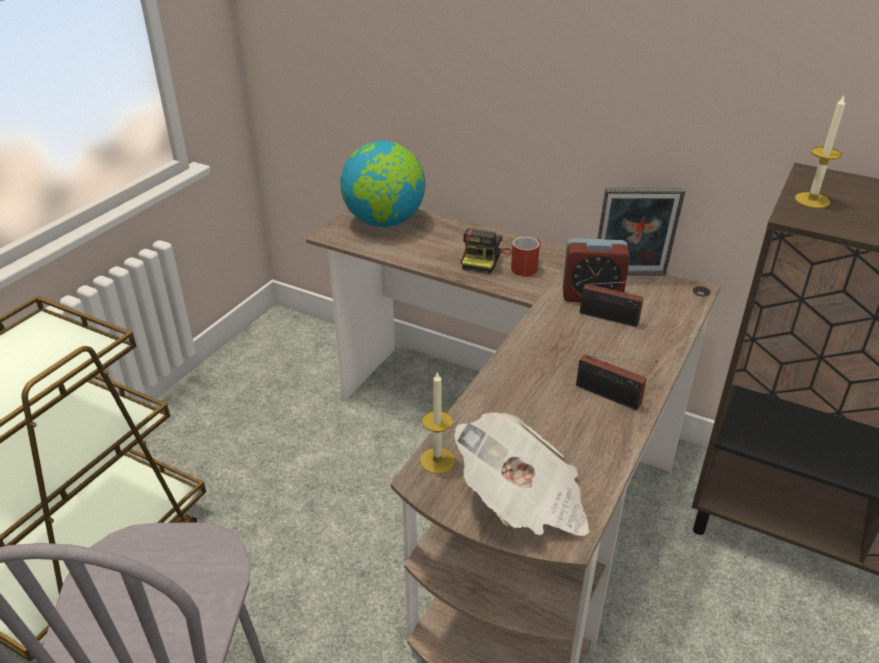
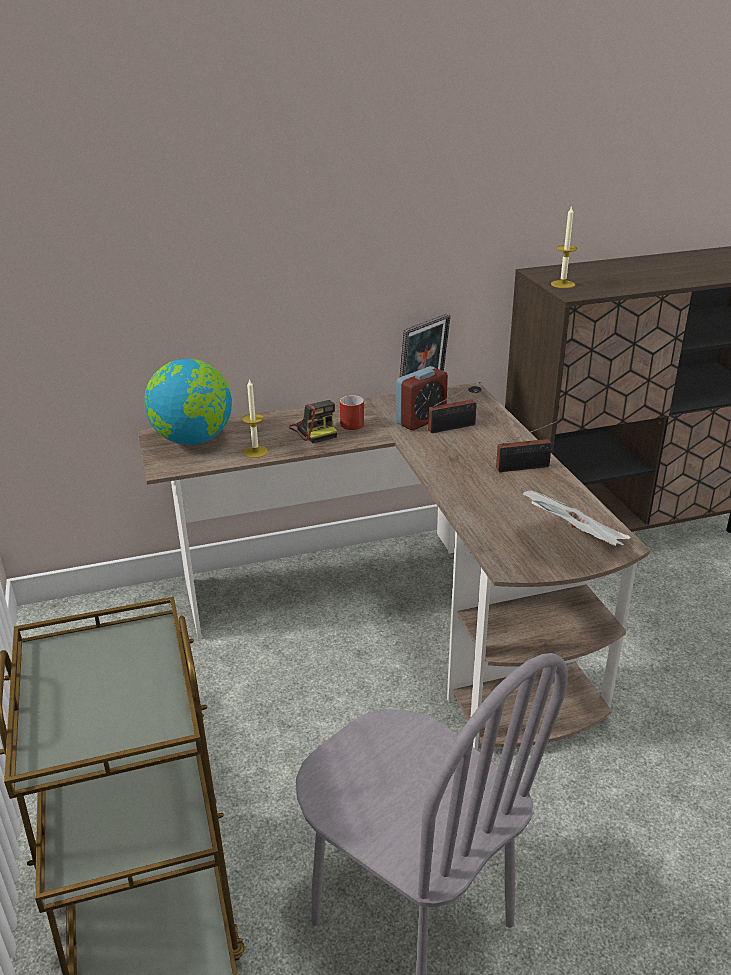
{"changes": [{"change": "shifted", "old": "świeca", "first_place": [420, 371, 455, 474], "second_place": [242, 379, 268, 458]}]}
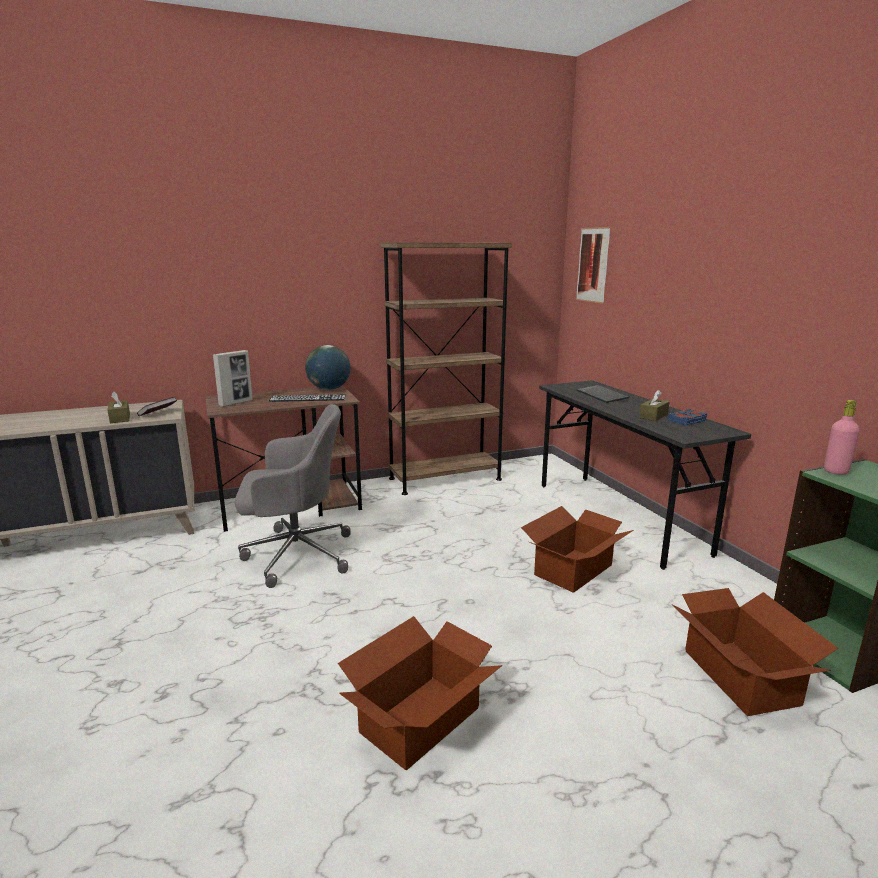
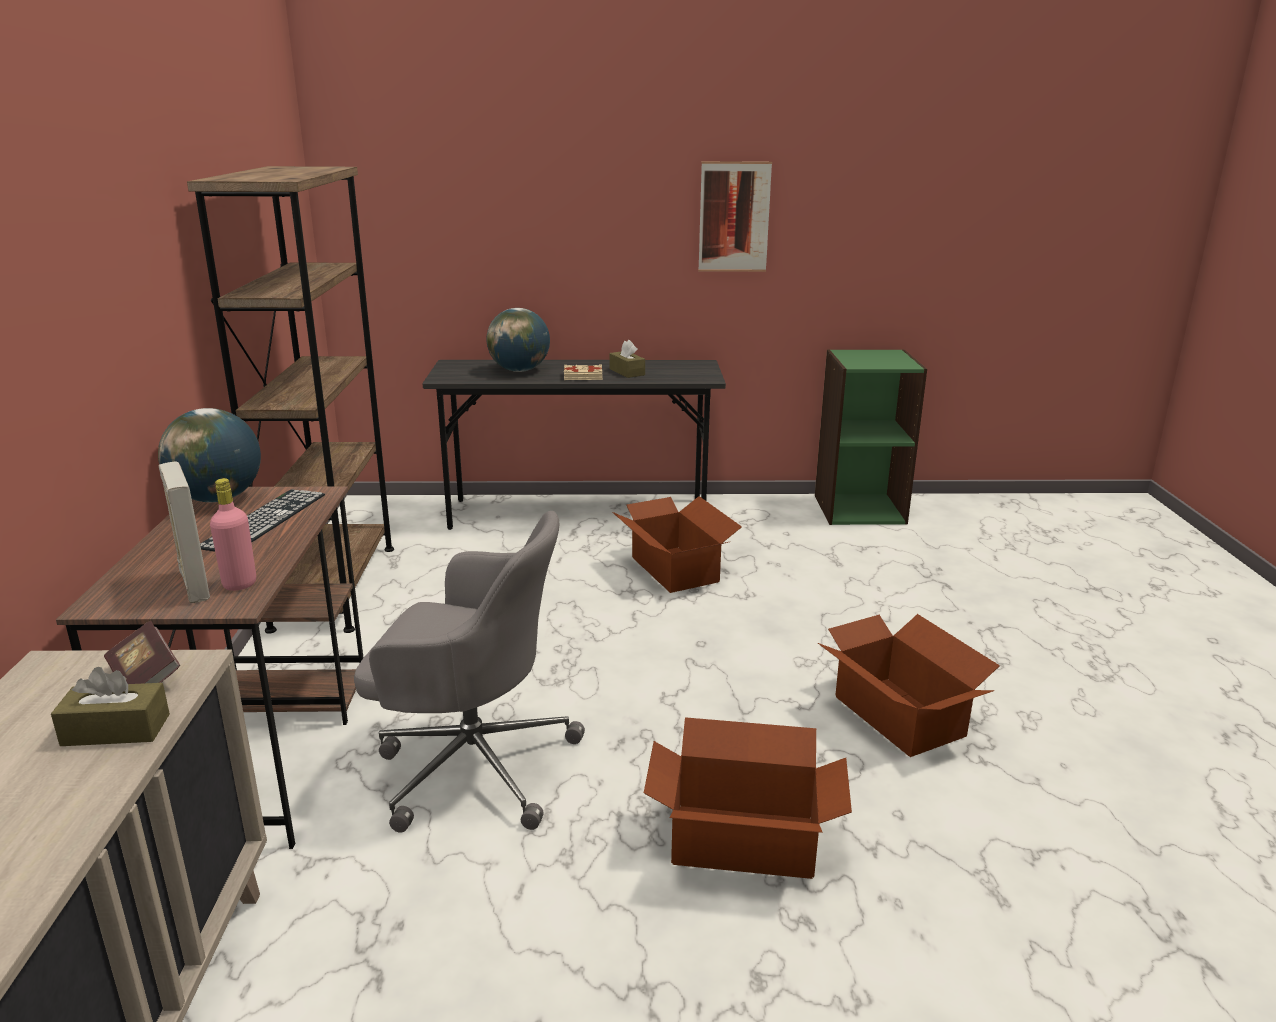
{"changes": [{"change": "rotated", "old": "krzesło biurowe [szary]", "first_place": [235, 404, 351, 588], "second_place": [354, 511, 585, 833], "degrees": 90}, {"change": "shifted", "old": "obraz", "first_place": [576, 227, 611, 304], "second_place": [698, 161, 772, 272]}, {"change": "swapped", "old": "klawiatura", "new": "globus", "first_place": [577, 385, 629, 403], "second_place": [486, 308, 550, 372]}, {"change": "gone", "old": "książka [niebieski]", "first_place": [668, 409, 707, 426]}, {"change": "shifted", "old": "karton", "first_place": [671, 588, 839, 716], "second_place": [644, 717, 852, 879]}, {"change": "shifted", "old": "butelka [różowy]", "first_place": [824, 400, 860, 475], "second_place": [210, 478, 256, 591]}, {"change": "new", "new": "książka [beżowy]", "second_place": [564, 365, 602, 380]}]}
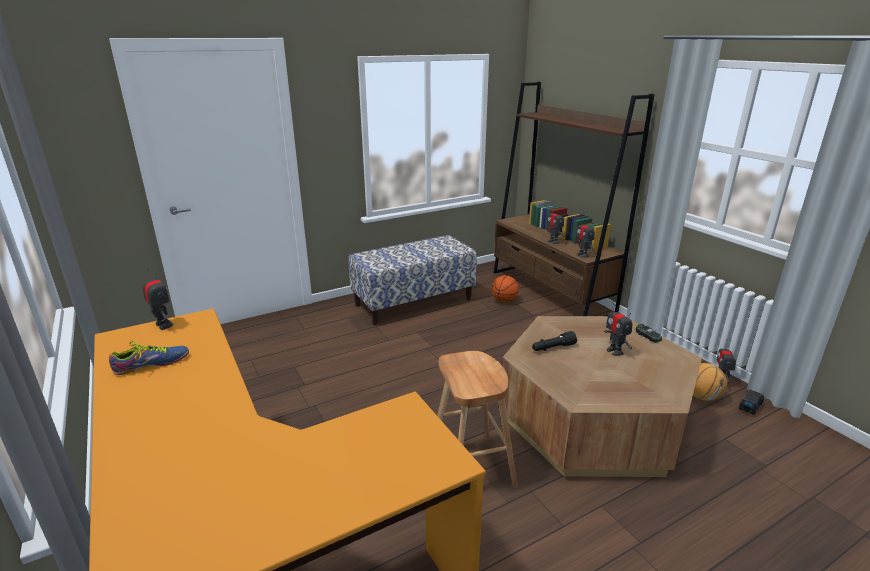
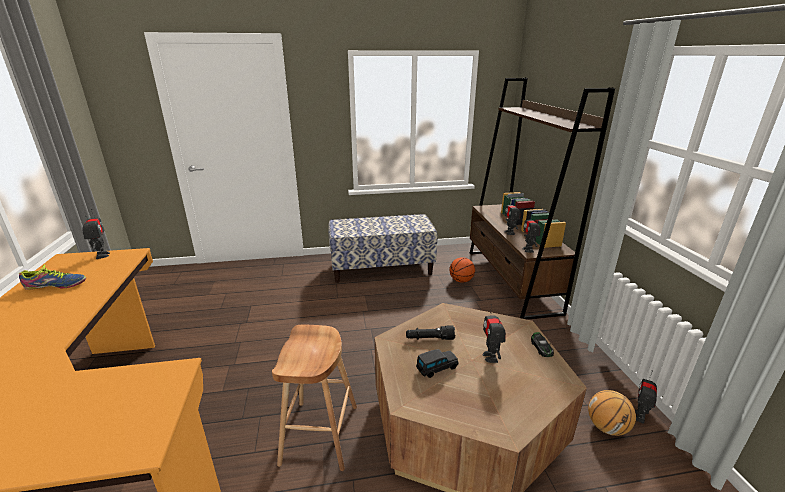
{"changes": [{"change": "shifted", "old": "samochodzik [czarny]", "first_place": [739, 390, 764, 415], "second_place": [416, 349, 458, 378]}]}
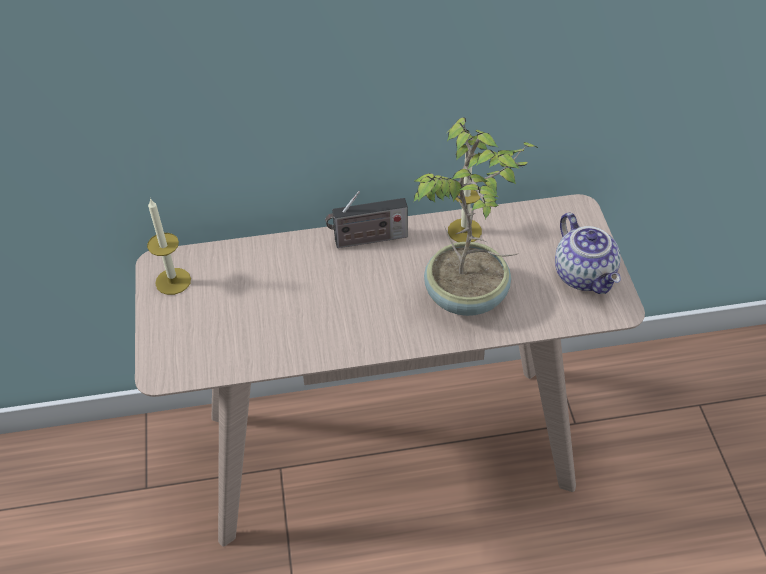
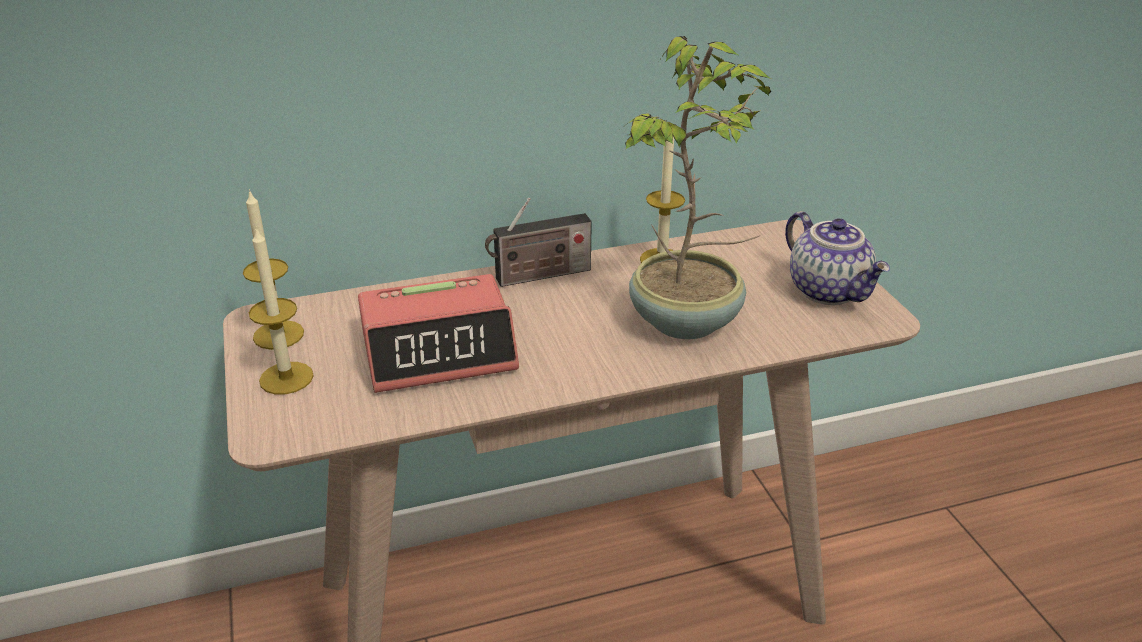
{"changes": [{"change": "new", "new": "świeca", "second_place": [249, 227, 314, 394]}, {"change": "new", "new": "budzik", "second_place": [358, 274, 519, 393]}]}
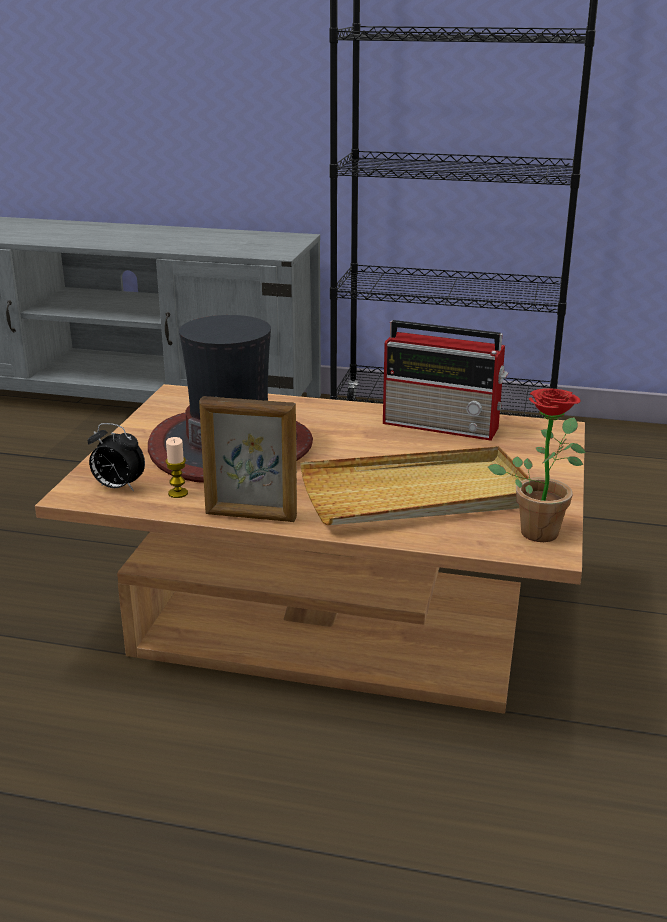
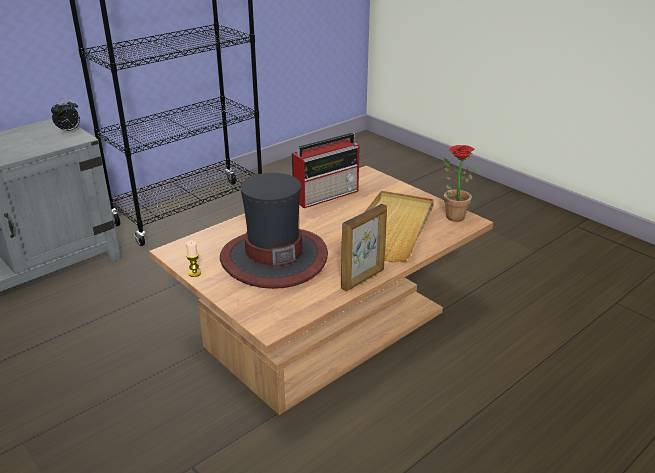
{"changes": [{"change": "shifted", "old": "budzik", "first_place": [88, 423, 145, 491], "second_place": [51, 98, 80, 133]}, {"change": "shifted", "old": "świeca", "first_place": [165, 437, 188, 498], "second_place": [186, 241, 201, 277]}]}
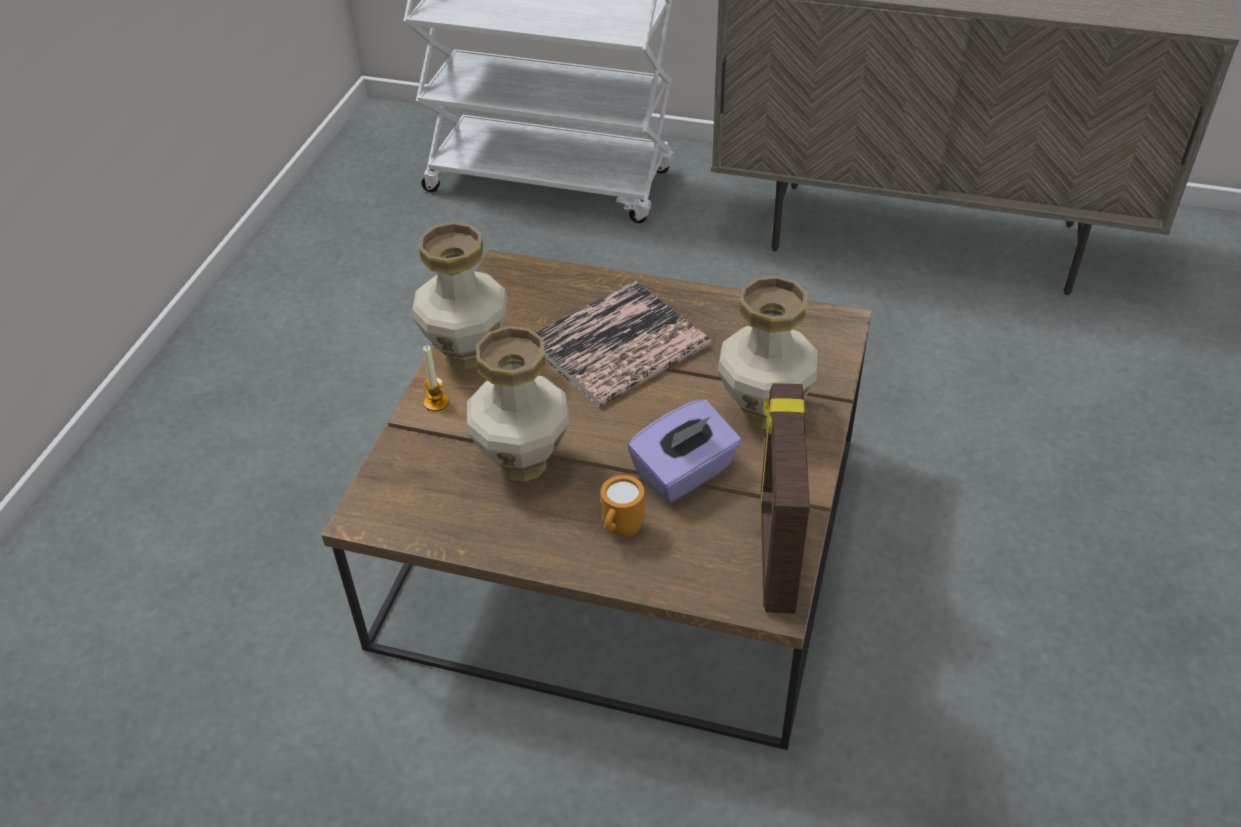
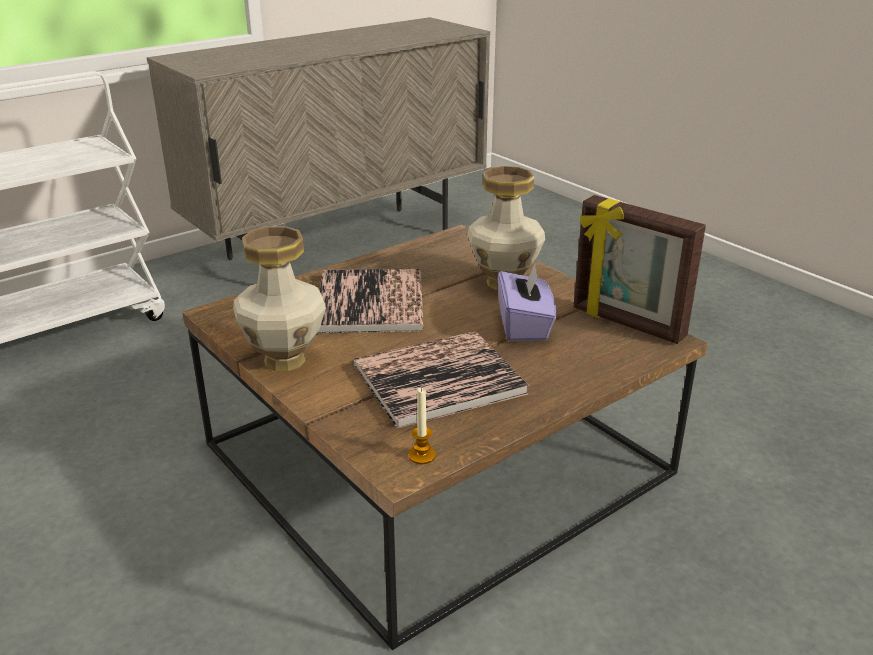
{"changes": [{"change": "shifted", "old": "świeca", "first_place": [423, 345, 449, 411], "second_place": [408, 387, 436, 464]}, {"change": "swapped", "old": "wazon", "new": "książka", "first_place": [466, 326, 570, 482], "second_place": [353, 331, 529, 429]}, {"change": "gone", "old": "kubek [pomarańczowy]", "first_place": [601, 475, 645, 536]}]}
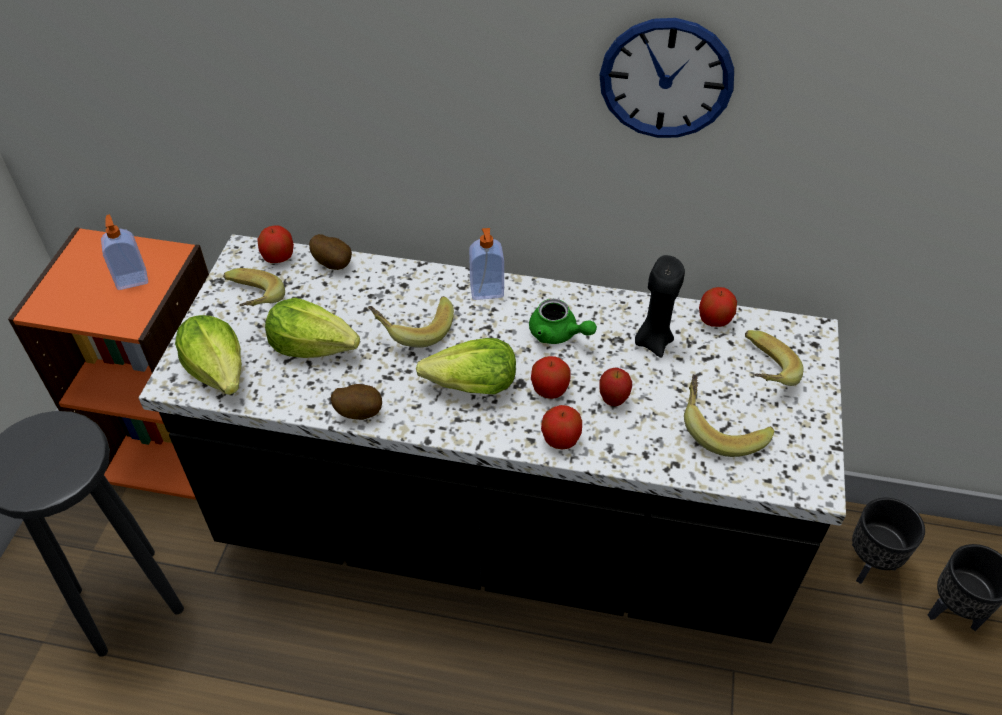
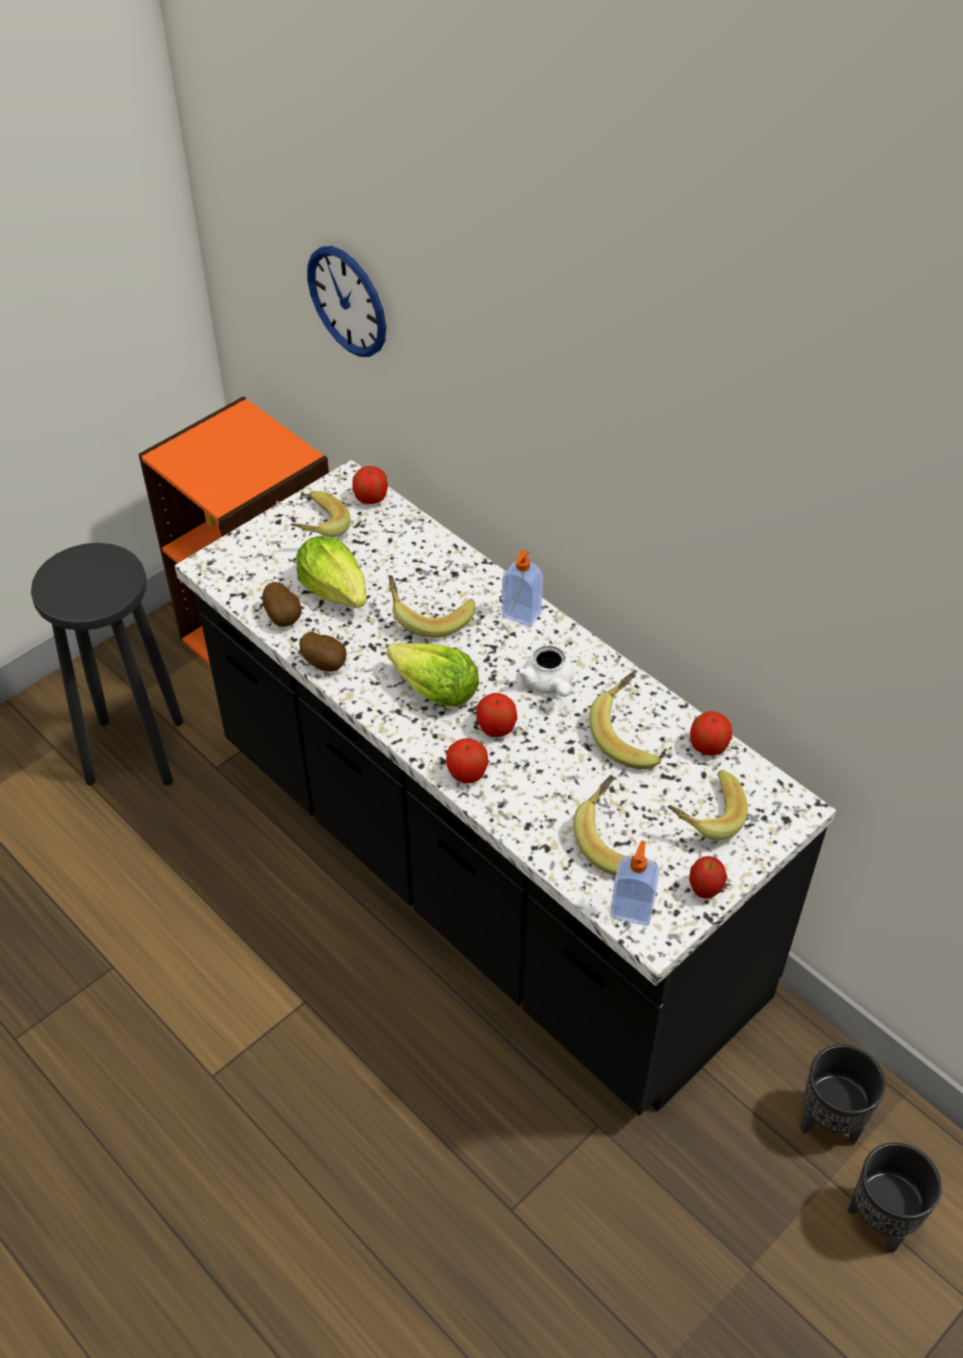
{"changes": [{"change": "shifted", "old": "dozownik mydła", "first_place": [101, 214, 148, 290], "second_place": [610, 841, 660, 926]}, {"change": "gone", "old": "sałata", "first_place": [175, 315, 242, 395]}, {"change": "shifted", "old": "ziemniak", "first_place": [309, 234, 352, 270], "second_place": [262, 582, 302, 627]}, {"change": "repainted", "old": "imbryk [zielony]", "new": "imbryk [biały]", "first_place": [529, 299, 597, 344], "second_place": [516, 645, 574, 697]}, {"change": "shifted", "old": "jabłko", "first_place": [599, 368, 632, 406], "second_place": [689, 856, 727, 899]}, {"change": "shifted", "old": "zegar ścienny", "first_place": [600, 18, 734, 138], "second_place": [307, 246, 386, 357]}, {"change": "swapped", "old": "świeca [czarny]", "new": "banan", "first_place": [635, 255, 685, 358], "second_place": [589, 672, 661, 769]}]}
